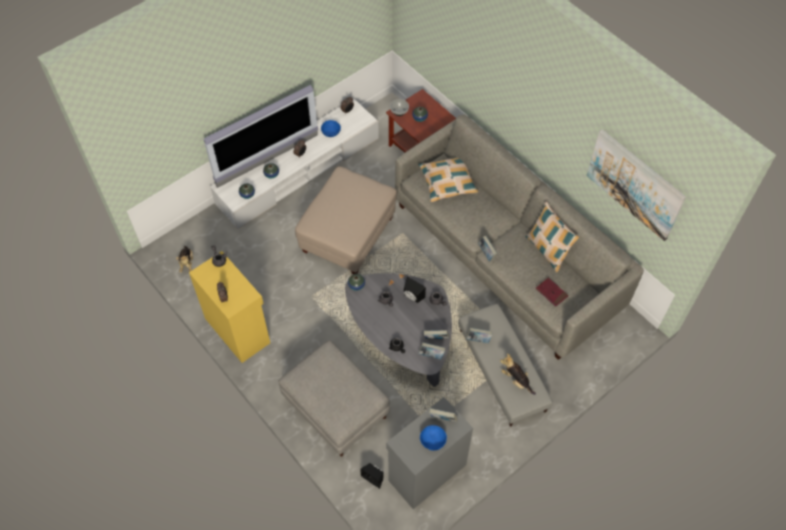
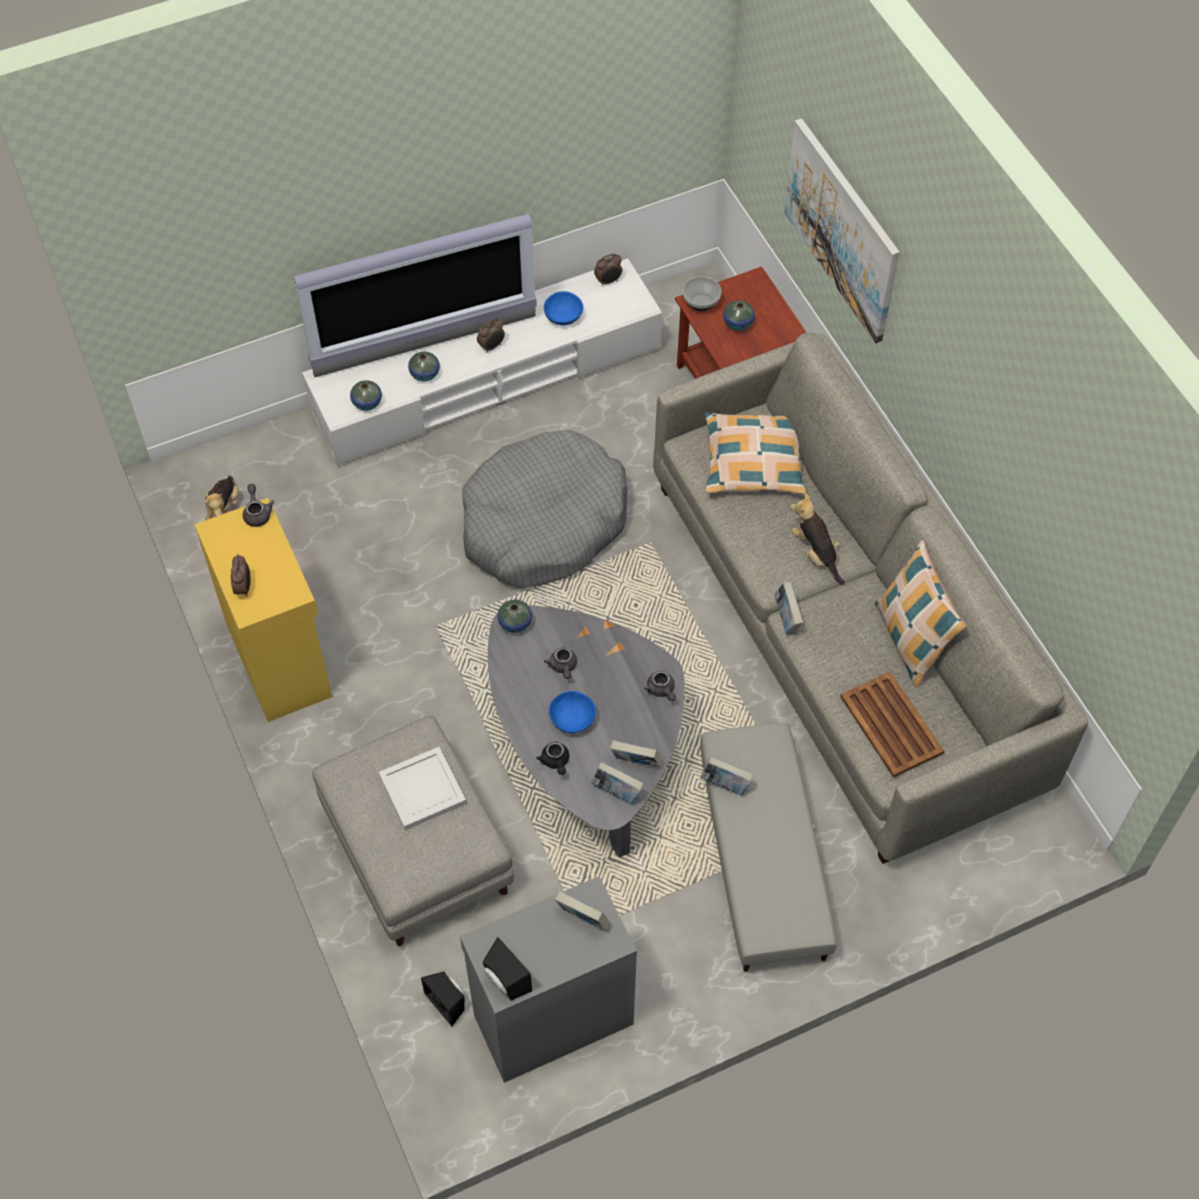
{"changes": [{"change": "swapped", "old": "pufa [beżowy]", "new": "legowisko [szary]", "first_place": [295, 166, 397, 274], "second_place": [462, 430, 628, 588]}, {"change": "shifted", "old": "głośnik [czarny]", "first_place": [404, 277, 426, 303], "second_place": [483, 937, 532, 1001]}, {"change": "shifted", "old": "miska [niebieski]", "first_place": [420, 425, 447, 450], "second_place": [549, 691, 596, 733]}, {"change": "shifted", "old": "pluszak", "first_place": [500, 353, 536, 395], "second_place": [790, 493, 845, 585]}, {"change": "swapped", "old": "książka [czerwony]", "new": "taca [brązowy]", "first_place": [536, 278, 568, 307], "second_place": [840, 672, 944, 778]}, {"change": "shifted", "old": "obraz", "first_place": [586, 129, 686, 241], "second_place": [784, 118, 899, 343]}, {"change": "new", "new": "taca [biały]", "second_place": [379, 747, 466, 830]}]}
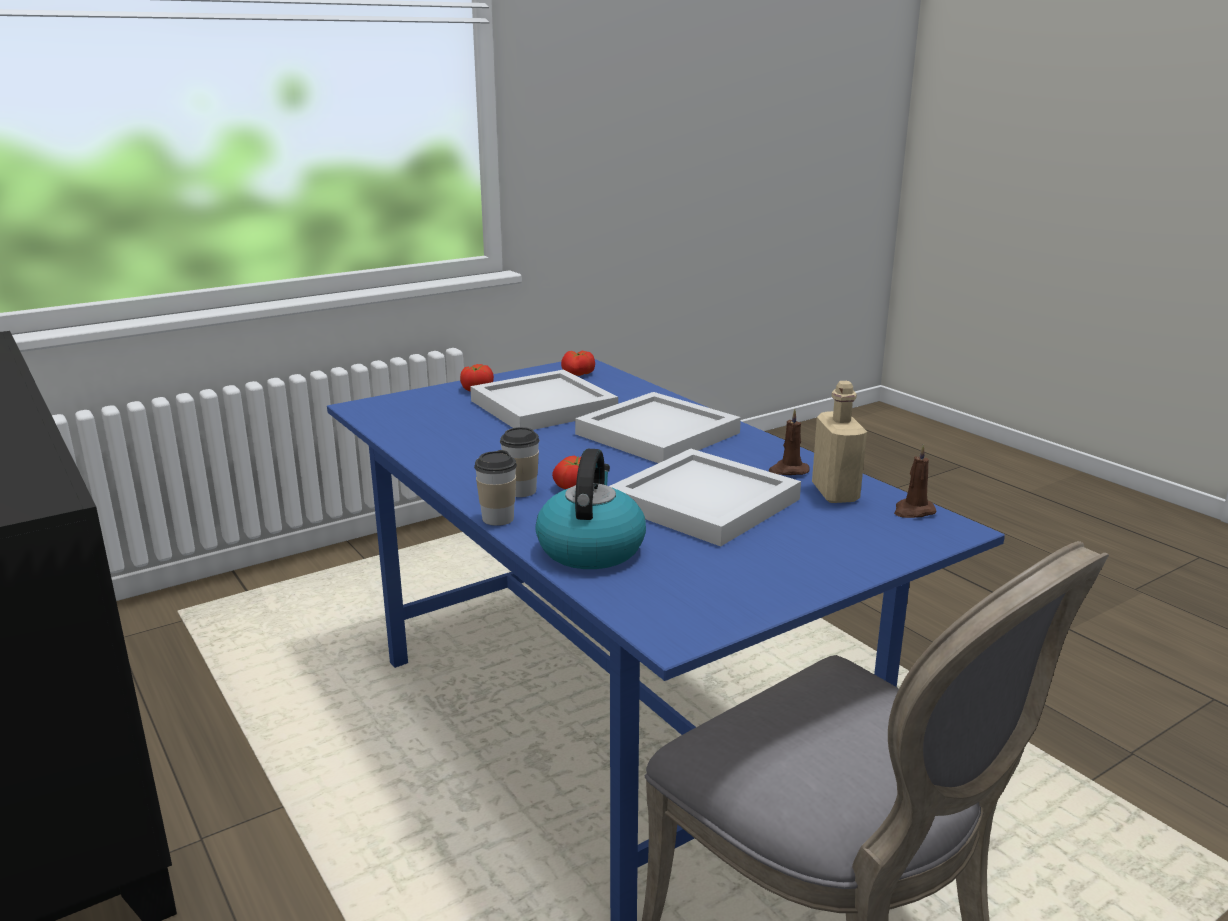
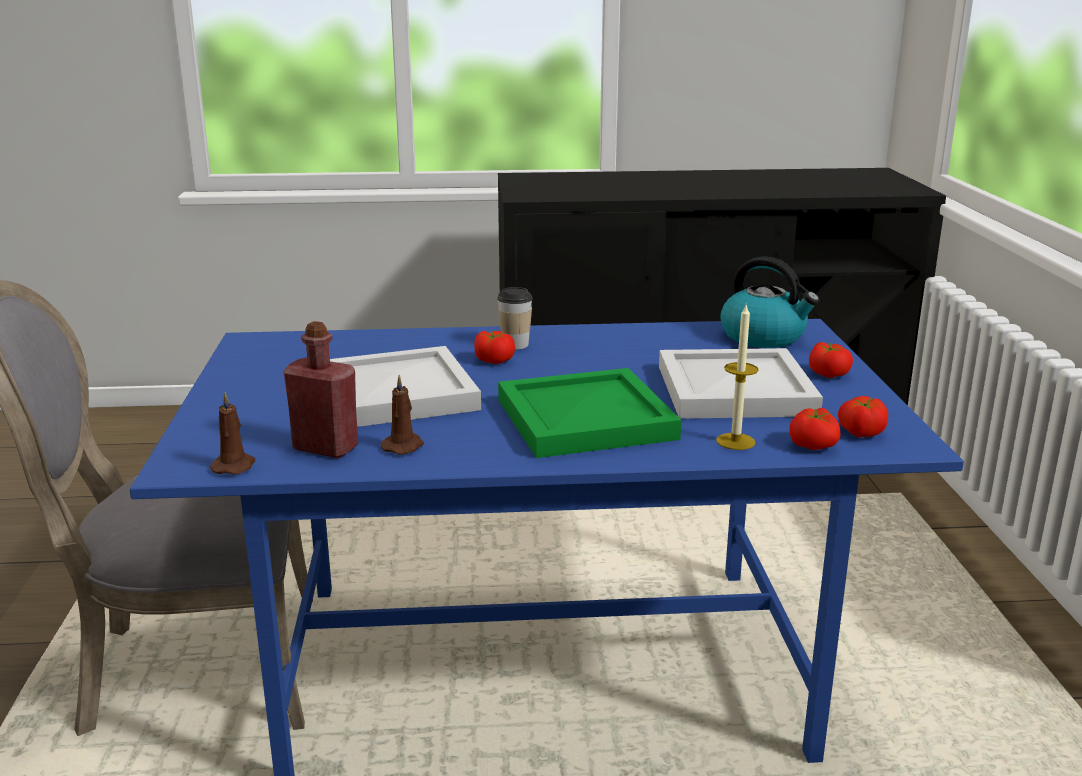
{"changes": [{"change": "gone", "old": "filiżanka", "first_place": [474, 450, 517, 526]}, {"change": "shifted", "old": "czajnik", "first_place": [535, 449, 646, 569], "second_place": [720, 257, 820, 348]}, {"change": "repainted", "old": "taca [biały]", "new": "taca [zielony]", "first_place": [575, 392, 741, 463], "second_place": [498, 368, 681, 458]}, {"change": "repainted", "old": "butelka [beżowy]", "new": "butelka [czerwony]", "first_place": [812, 381, 867, 503], "second_place": [284, 321, 358, 458]}, {"change": "new", "new": "świeca", "second_place": [716, 303, 759, 450]}, {"change": "new", "new": "pomidor", "second_place": [789, 408, 841, 450]}]}
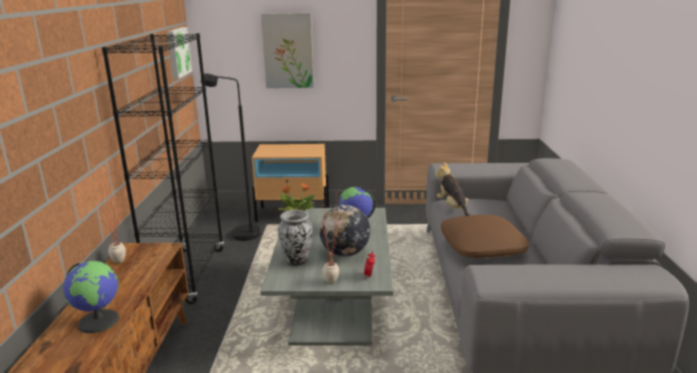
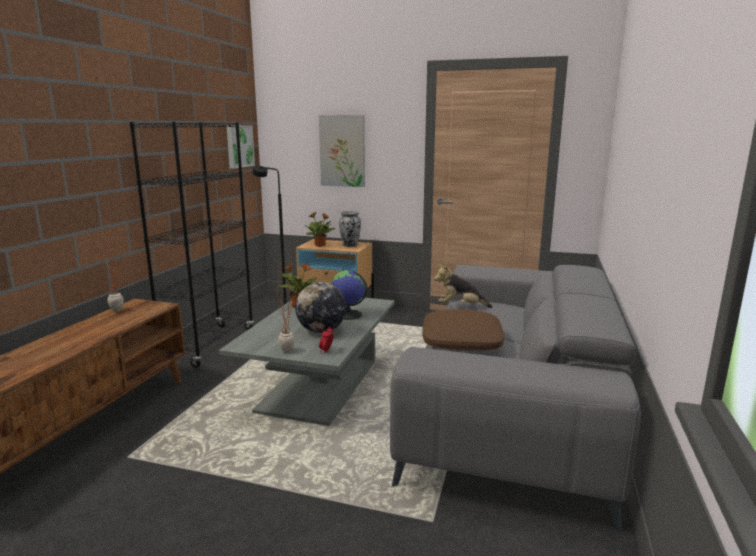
{"changes": [{"change": "gone", "old": "globus", "first_place": [63, 261, 119, 333]}, {"change": "shifted", "old": "wazon", "first_place": [278, 210, 312, 267], "second_place": [339, 211, 361, 247]}, {"change": "rotated", "old": "pluszak", "first_place": [435, 162, 471, 216], "second_place": [434, 264, 493, 308], "degrees": -75}, {"change": "new", "new": "roślina doniczkowa", "second_place": [304, 212, 335, 247]}]}
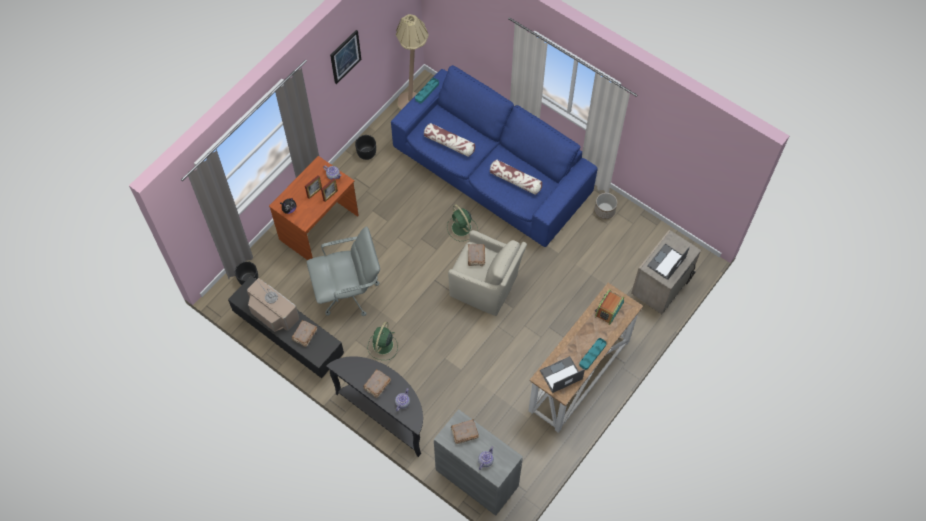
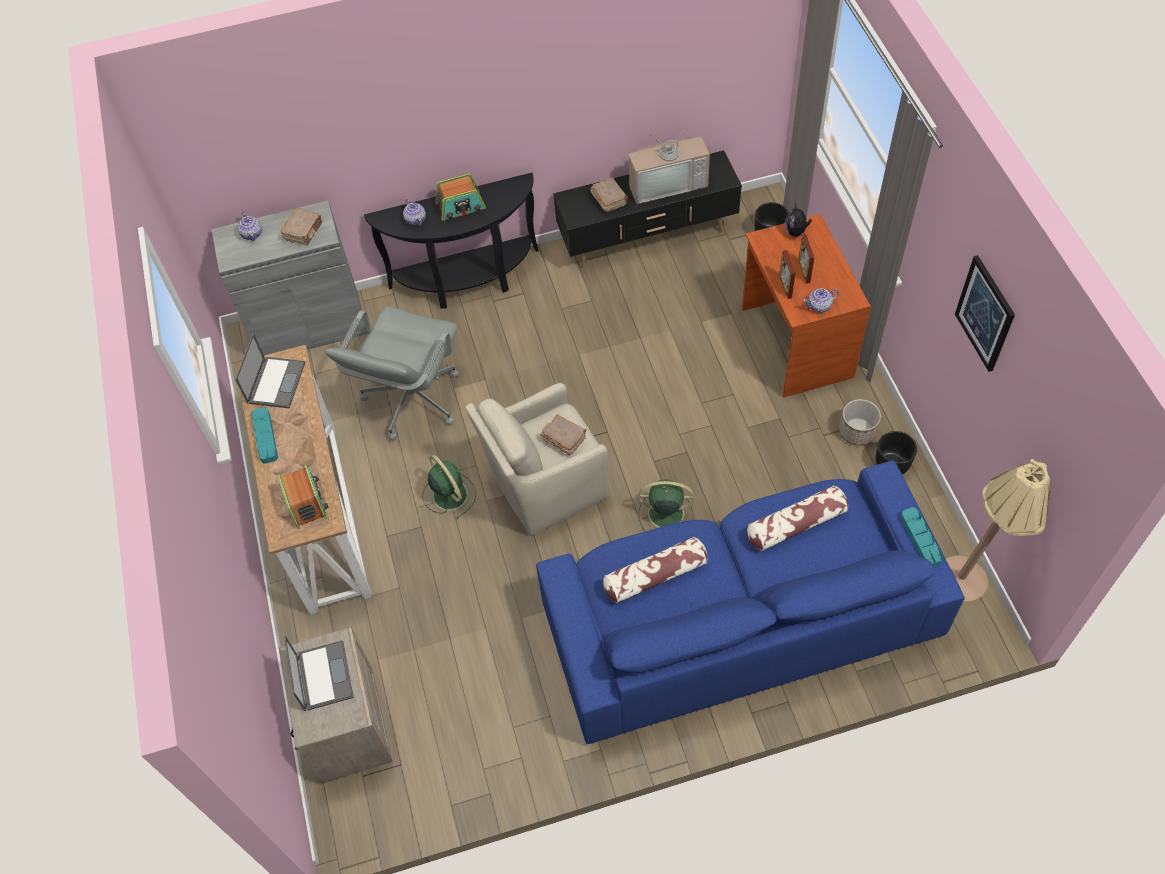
{"changes": [{"change": "shifted", "old": "krzesło biurowe [szary]", "first_place": [307, 226, 380, 316], "second_place": [325, 306, 460, 440]}, {"change": "swapped", "old": "książka [brązowy]", "new": "radio", "first_place": [363, 369, 391, 397], "second_place": [435, 174, 486, 221]}, {"change": "shifted", "old": "wentylator [zielony]", "first_place": [368, 322, 398, 360], "second_place": [422, 454, 476, 519]}, {"change": "shifted", "old": "donica", "first_place": [594, 193, 617, 219], "second_place": [839, 399, 881, 446]}]}
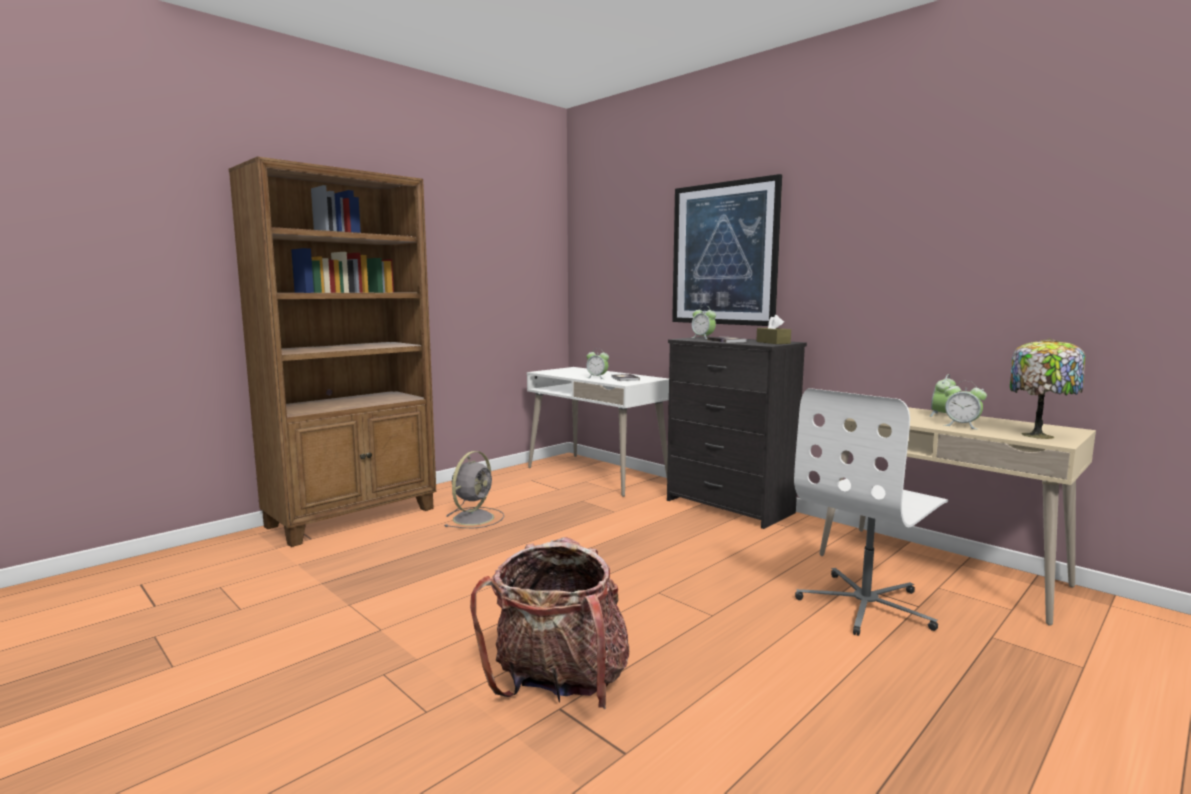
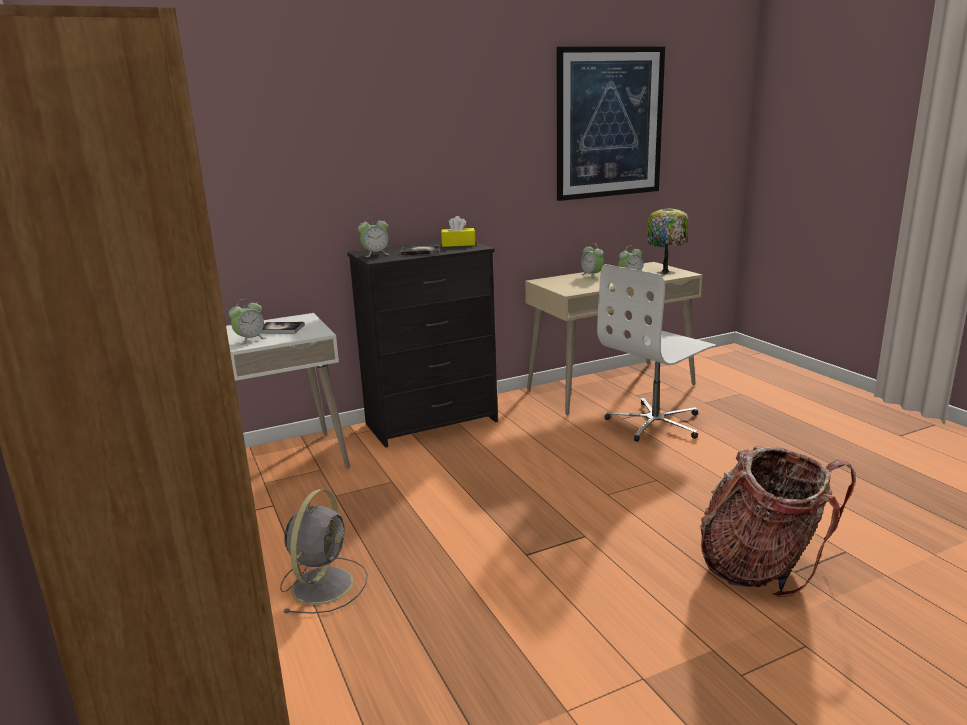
{"changes": [{"change": "rotated", "old": "wentylator [szary]", "first_place": [444, 451, 504, 529], "second_place": [280, 489, 368, 614], "degrees": 60}, {"change": "shifted", "old": "obraz", "first_place": [672, 174, 782, 326], "second_place": [556, 46, 665, 201]}, {"change": "repainted", "old": "pudełko chusteczek [brązowy]", "new": "pudełko chusteczek [żółty]", "first_place": [756, 315, 791, 344], "second_place": [441, 216, 476, 247]}, {"change": "rotated", "old": "krzesło biurowe [biały]", "first_place": [794, 388, 948, 636], "second_place": [597, 264, 717, 442], "degrees": 75}]}
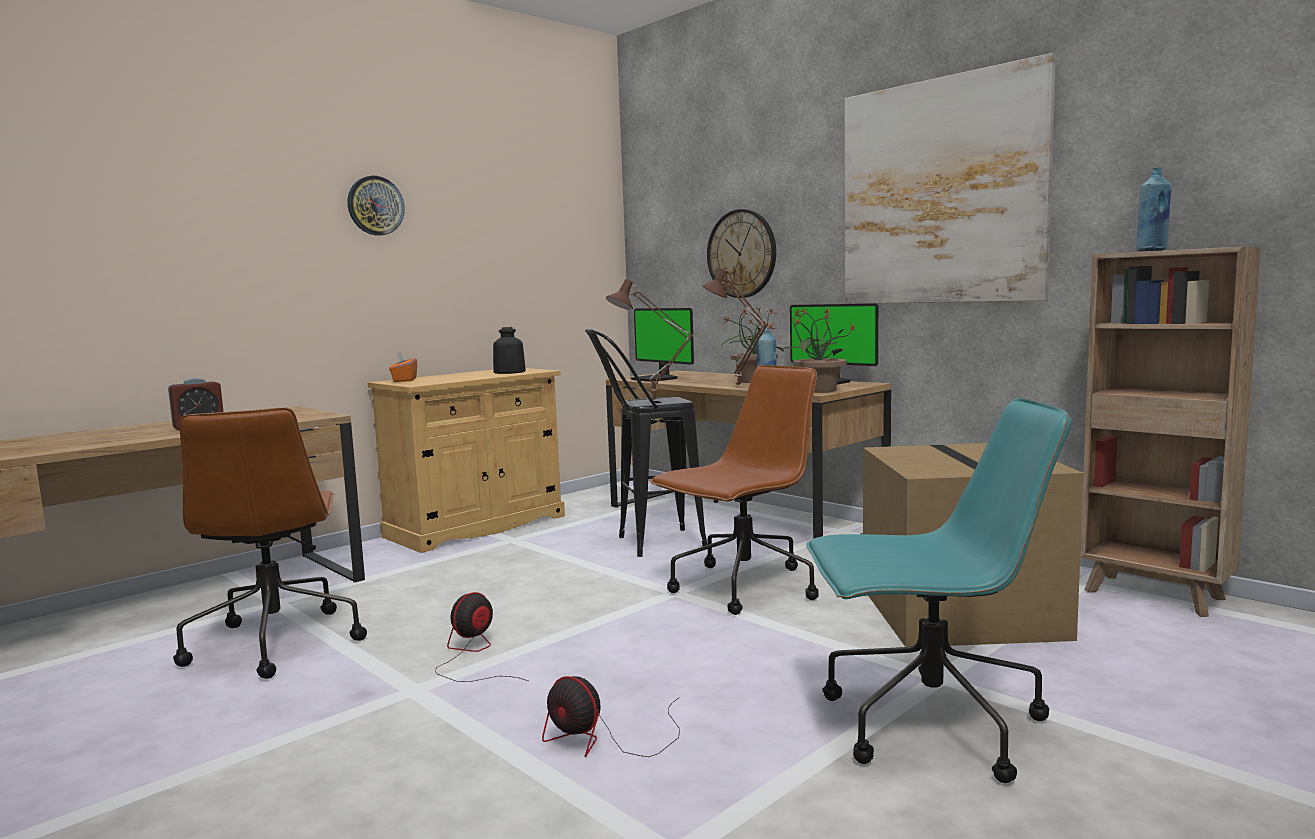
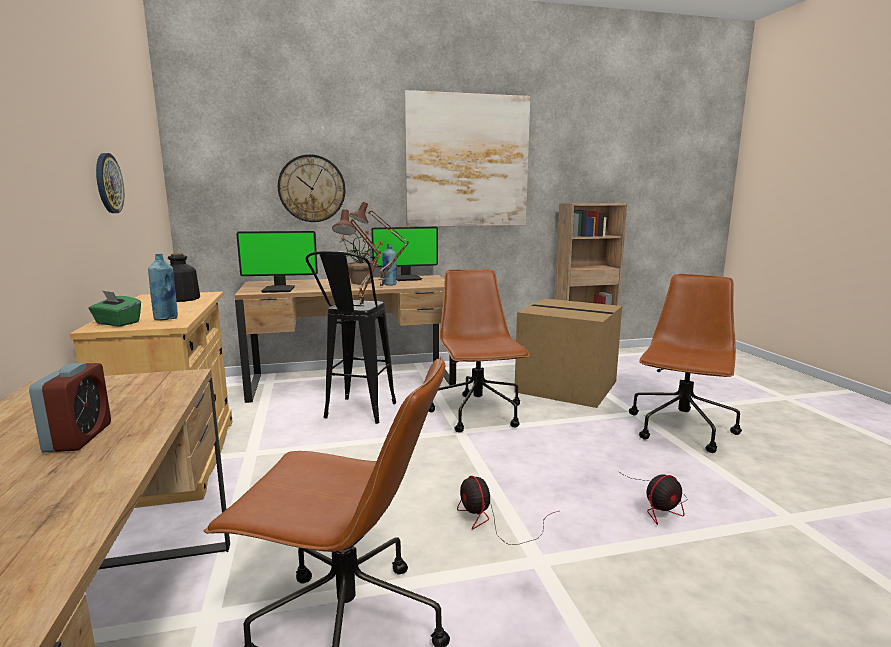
{"changes": [{"change": "shifted", "old": "zegar ścienny", "first_place": [347, 176, 405, 236], "second_place": [96, 153, 124, 213]}, {"change": "repainted", "old": "pudełko chusteczek [pomarańczowy]", "new": "pudełko chusteczek [zielony]", "first_place": [389, 352, 417, 382], "second_place": [88, 290, 141, 326]}, {"change": "gone", "old": "roślina doniczkowa", "first_place": [780, 307, 856, 393]}, {"change": "repainted", "old": "krzesło biurowe [turkusowy]", "new": "krzesło biurowe [brązowy]", "first_place": [806, 398, 1072, 783], "second_place": [629, 274, 742, 453]}, {"change": "shifted", "old": "butelka [niebieski]", "first_place": [1136, 168, 1172, 251], "second_place": [148, 254, 178, 321]}]}
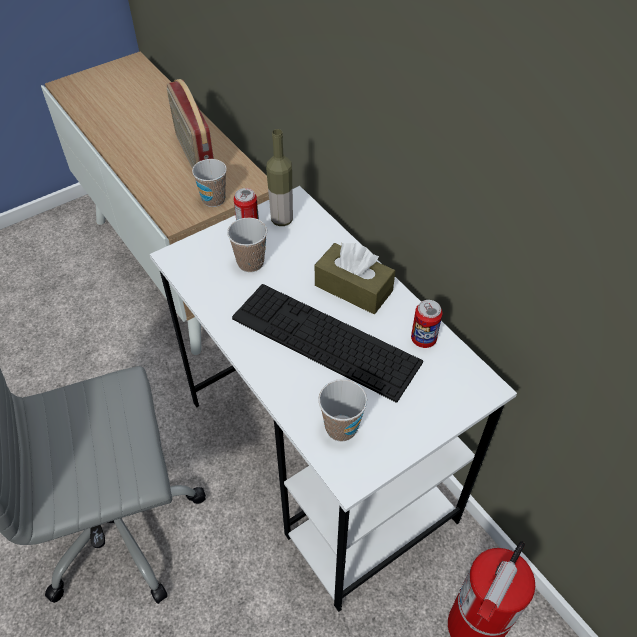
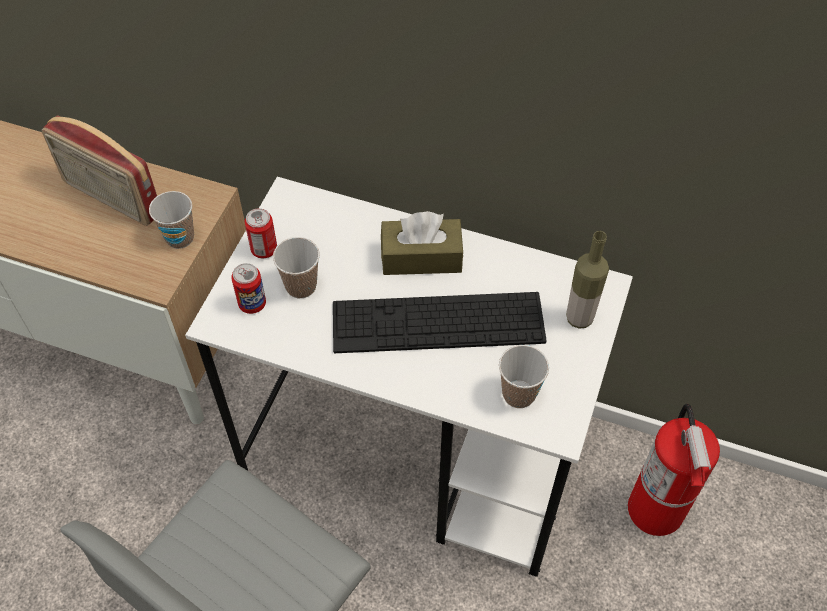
{"changes": [{"change": "shifted", "old": "butelka", "first_place": [266, 129, 293, 226], "second_place": [566, 231, 609, 329]}, {"change": "shifted", "old": "puszka", "first_place": [411, 300, 442, 348], "second_place": [231, 263, 266, 314]}]}
